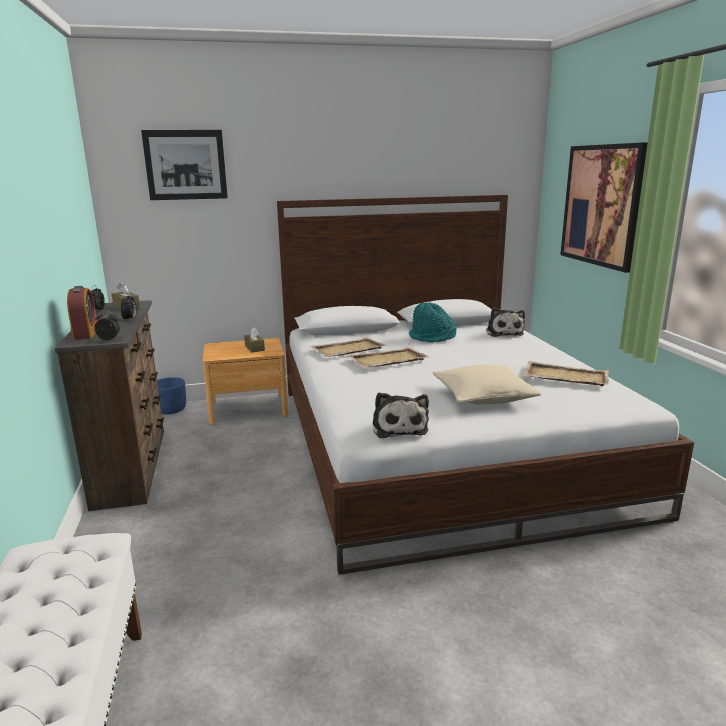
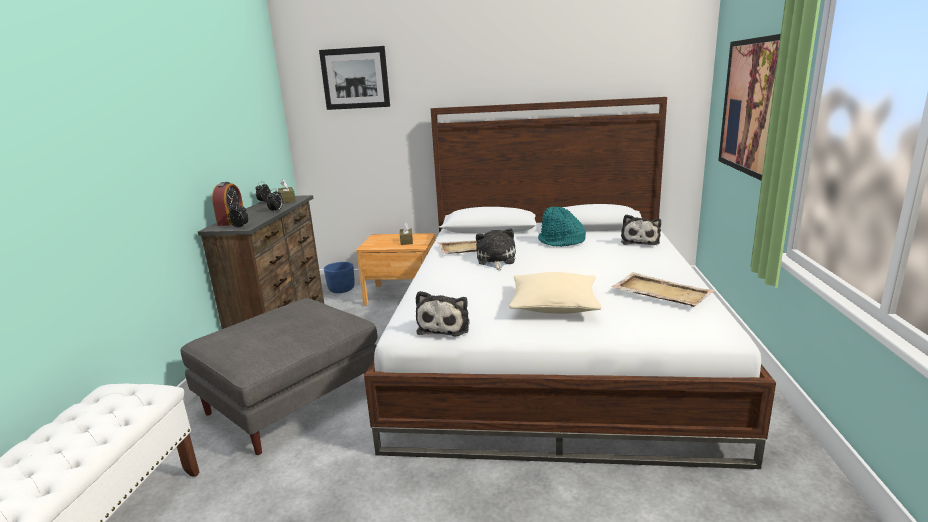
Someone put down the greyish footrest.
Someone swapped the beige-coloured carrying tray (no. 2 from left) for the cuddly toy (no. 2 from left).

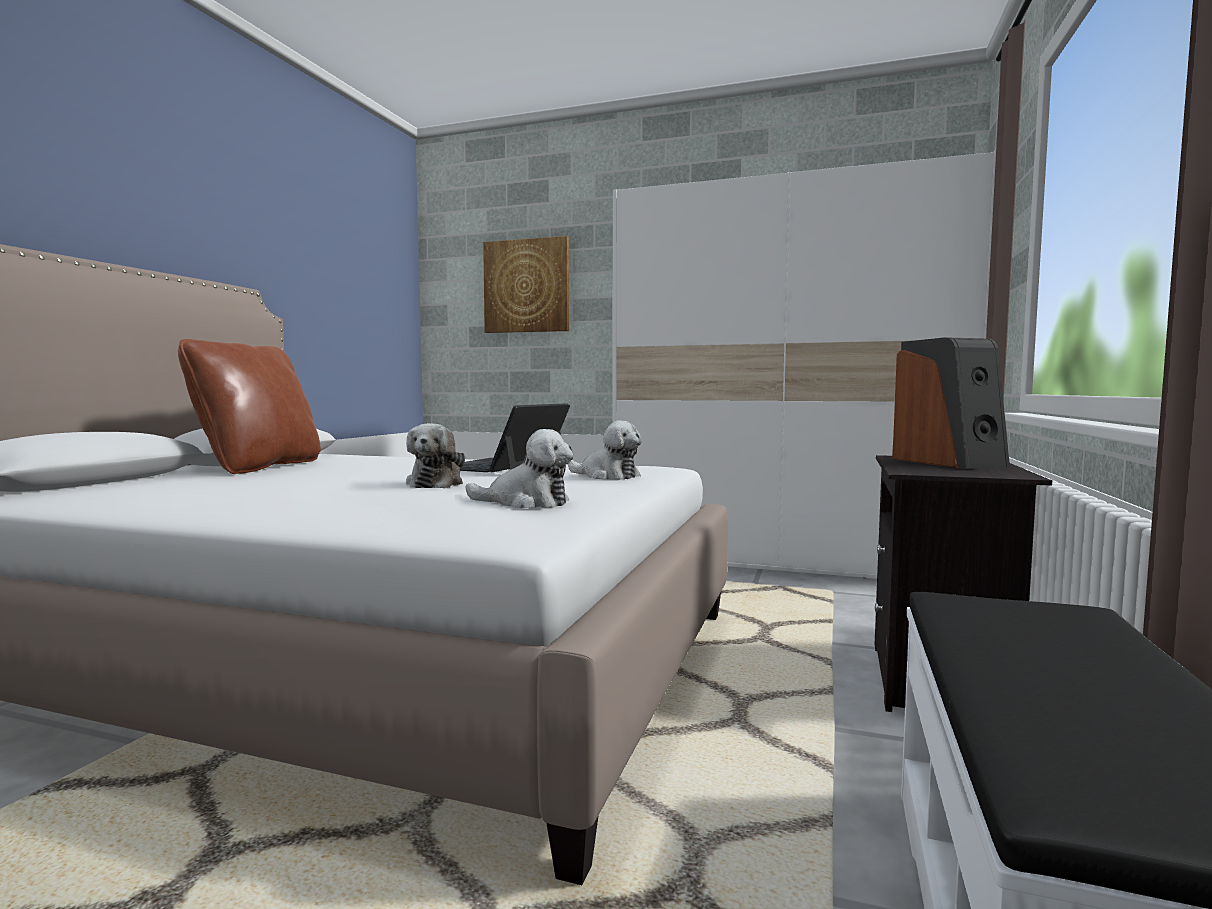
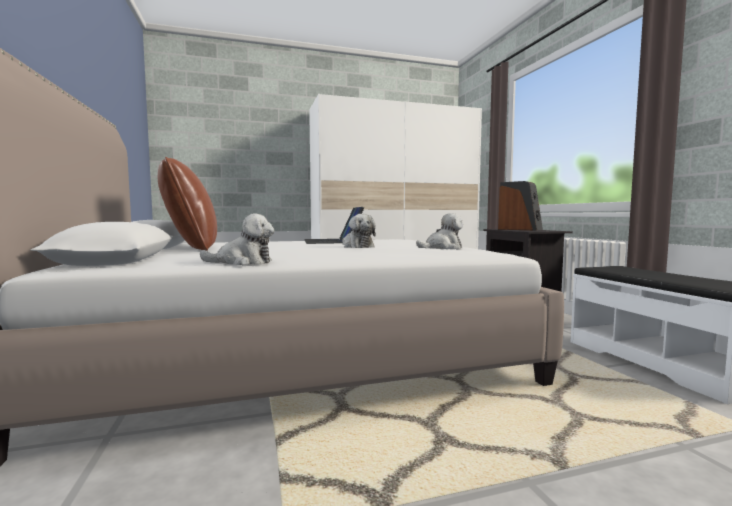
Someone carried the cuddly toy (no. 3 from left in the first image).
Someone took away the picture.

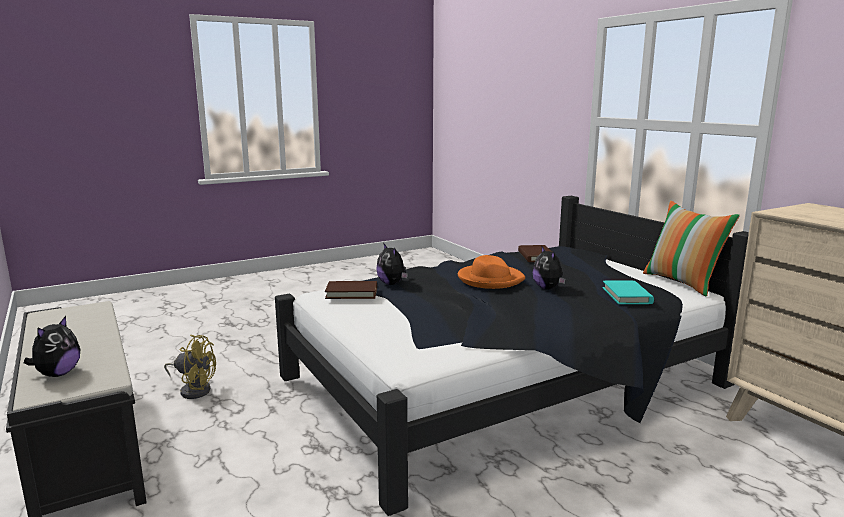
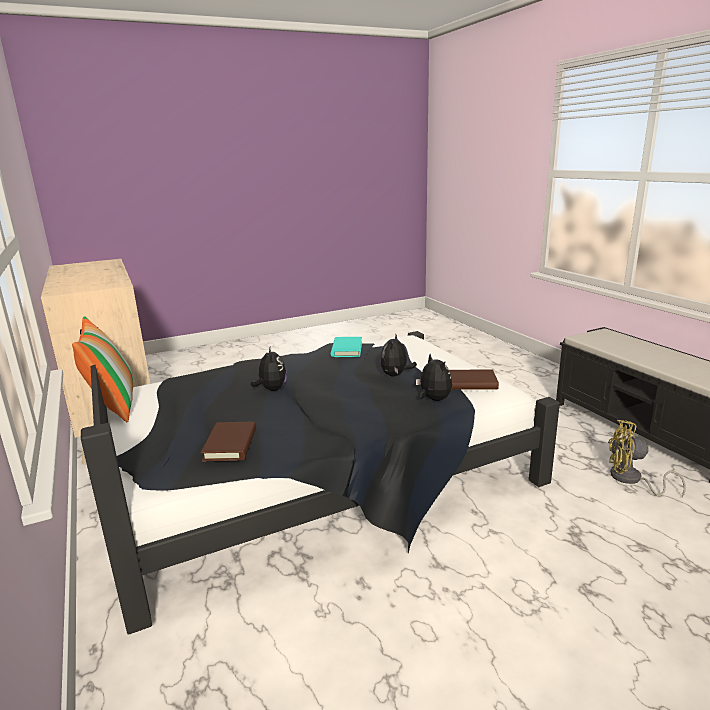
Someone carried the blue-green volume.
Someone carried the cuddly toy (no. 1 from left in the first image).
Someone took away the orange wearable hat.

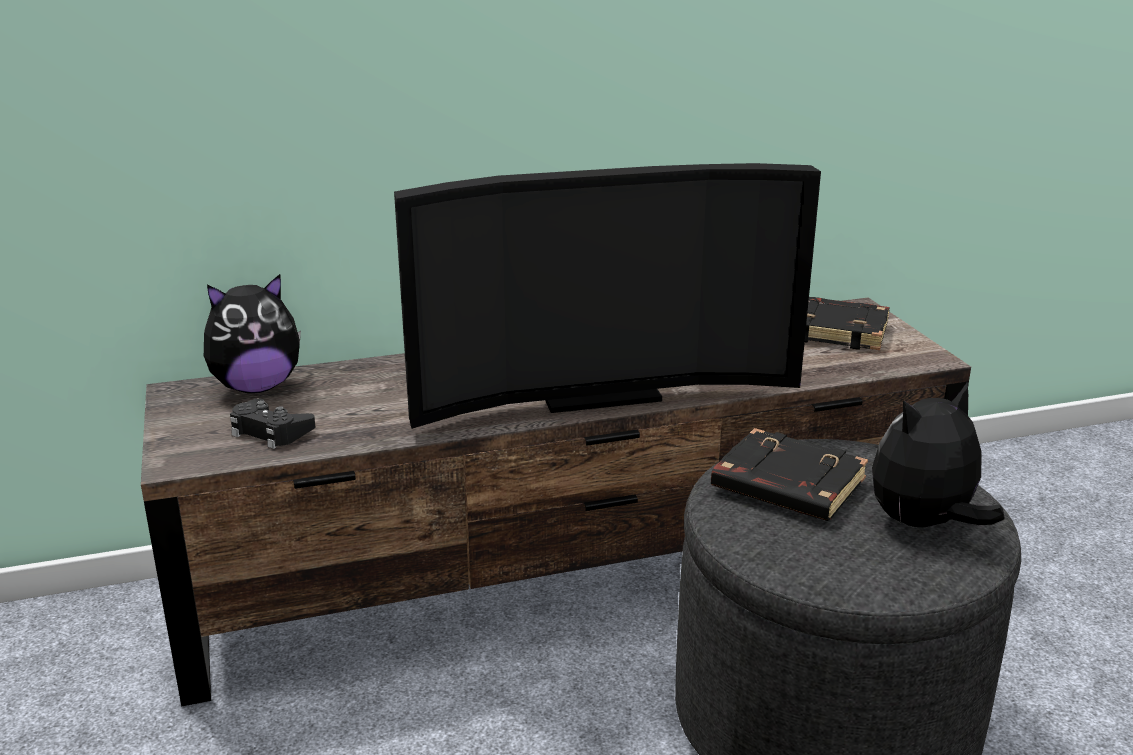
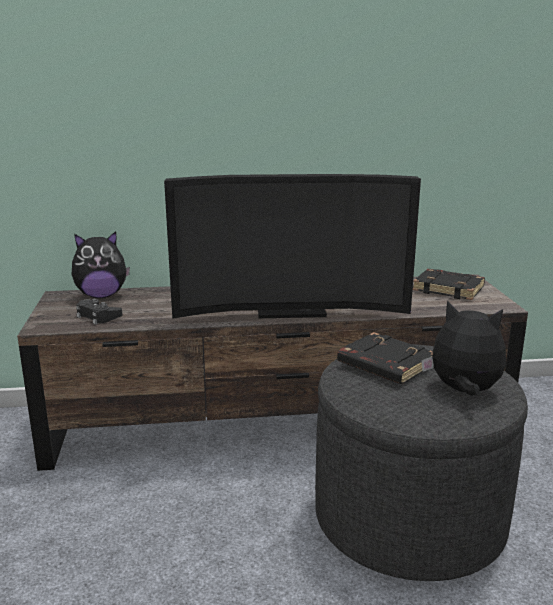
Someone rotated the cuddly toy (no. 2 from left) by 45 degrees clockwise.

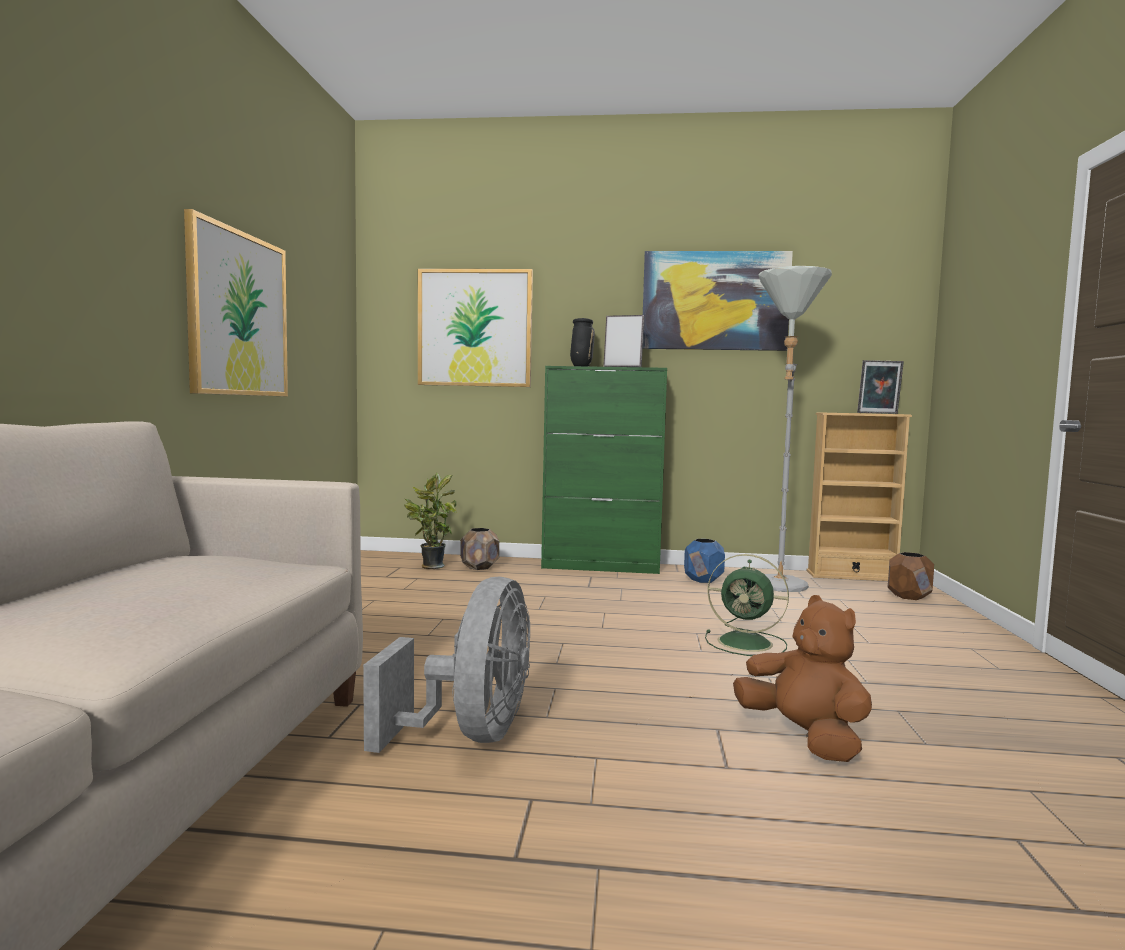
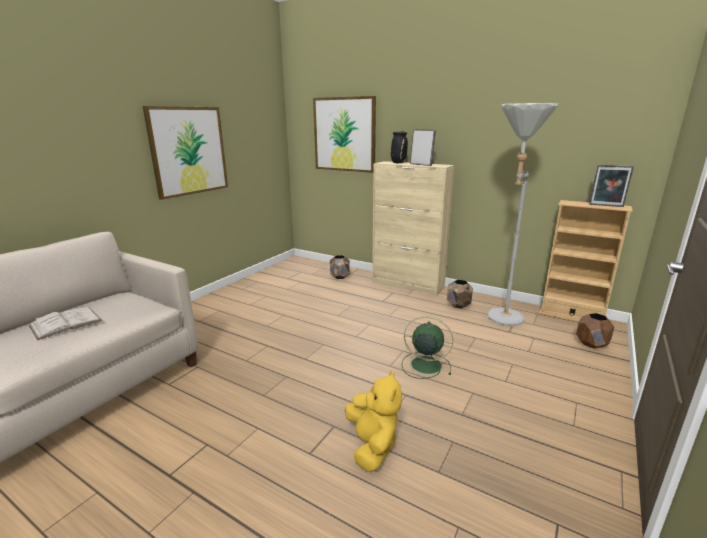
Someone put down the white volume.
Someone repainted the brown cuddly toy, which became the yellow-coloured cuddly toy.
Someone repainted the green-coloured storage cabinet, which became the beige-coloured storage cabinet.
Someone rotated the green-coloured cooling fan by 150 degrees clockwise.
Someone repainted the bluish plant pot, which became the brown plant pot (no. 2 from left).
Someone took away the greyish cooling fan.
Someone took away the potted plant.
Someone took away the picture (no. 3 from left).

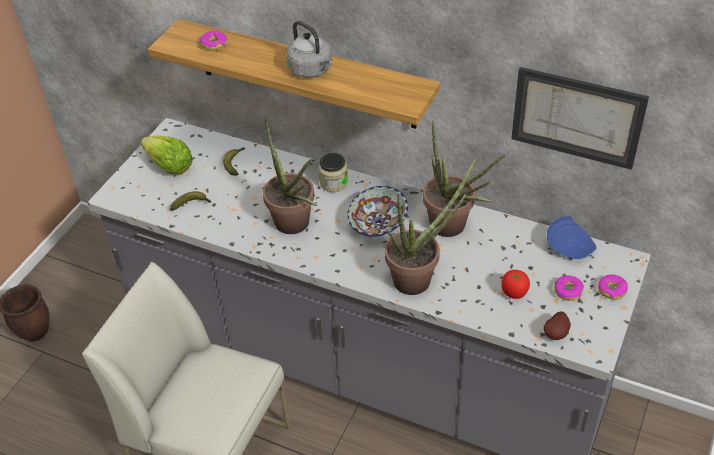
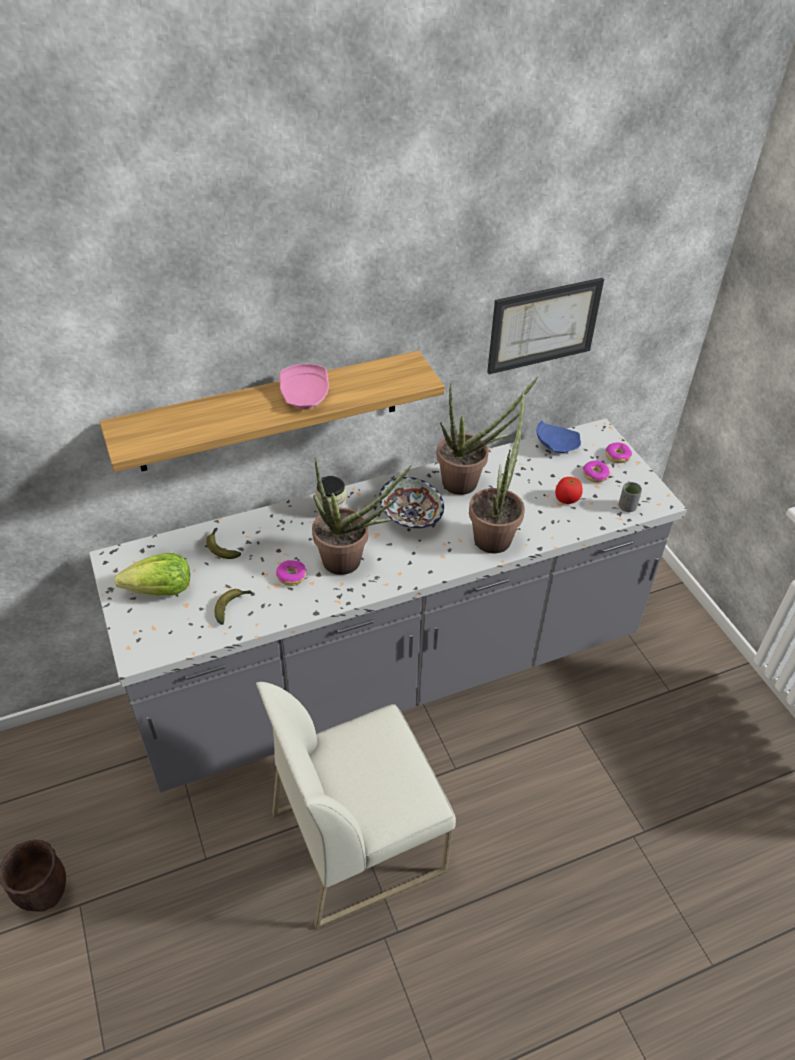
Someone carried the donut (no. 1 from left).
Someone swapped the greyish tea kettle for the pink-coloured dinner plate.
Someone swapped the spud for the greyish small cup.

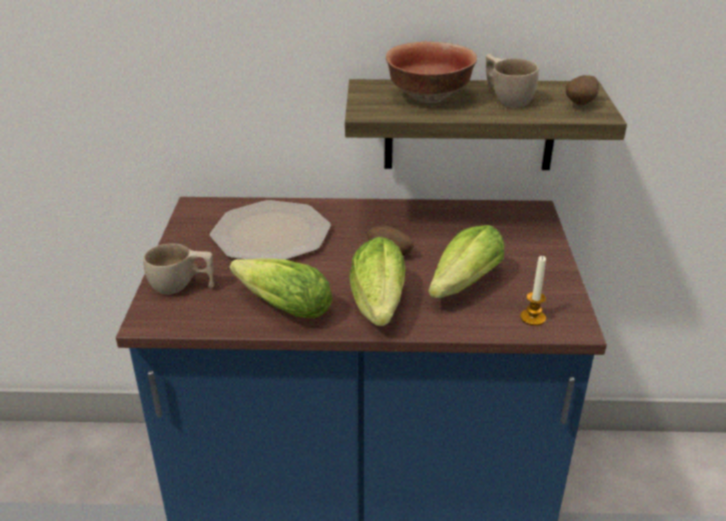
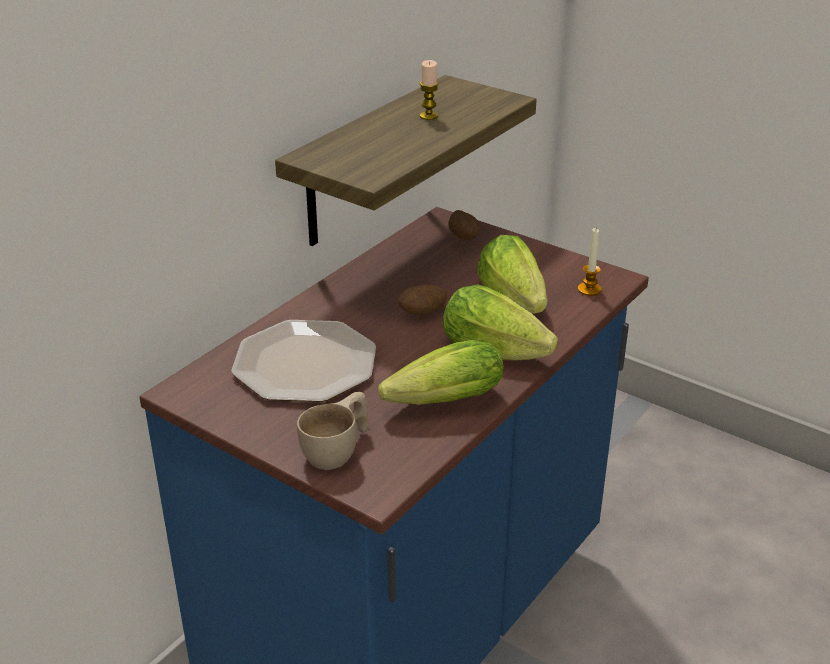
Someone swapped the beige-coloured small cup (no. 2 from left) for the candle (no. 1 from left).
Someone carried the spud (no. 2 from left).
Someone took away the deep dish.

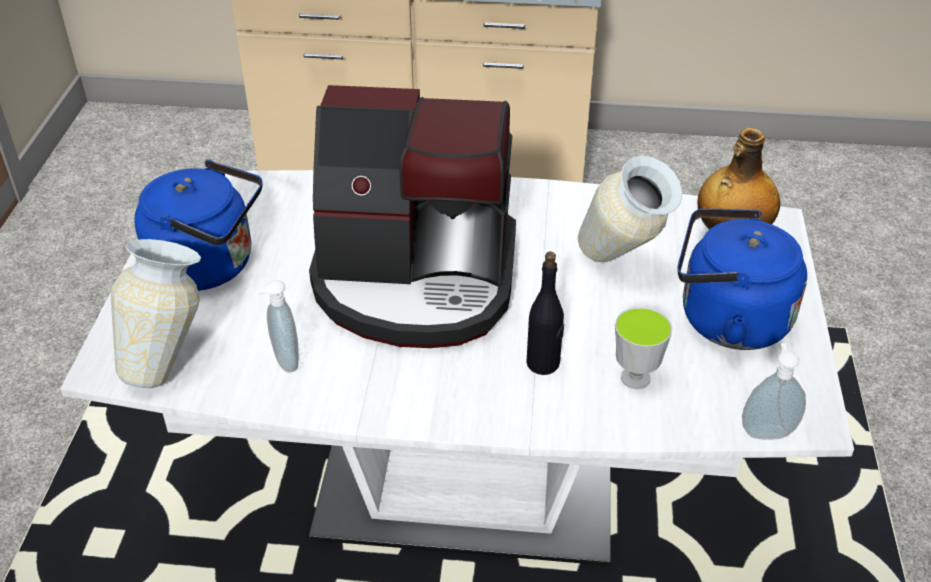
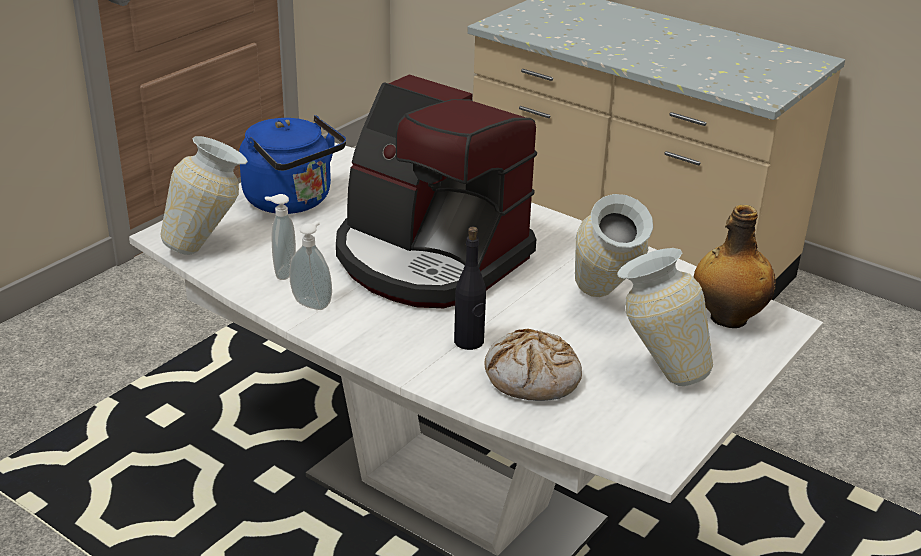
Someone carried the soap bottle (no. 2 from left).
Someone swapped the small cup for the bread.
Someone swapped the bluish tea kettle (no. 2 from left) for the decorative vase (no. 3 from left).

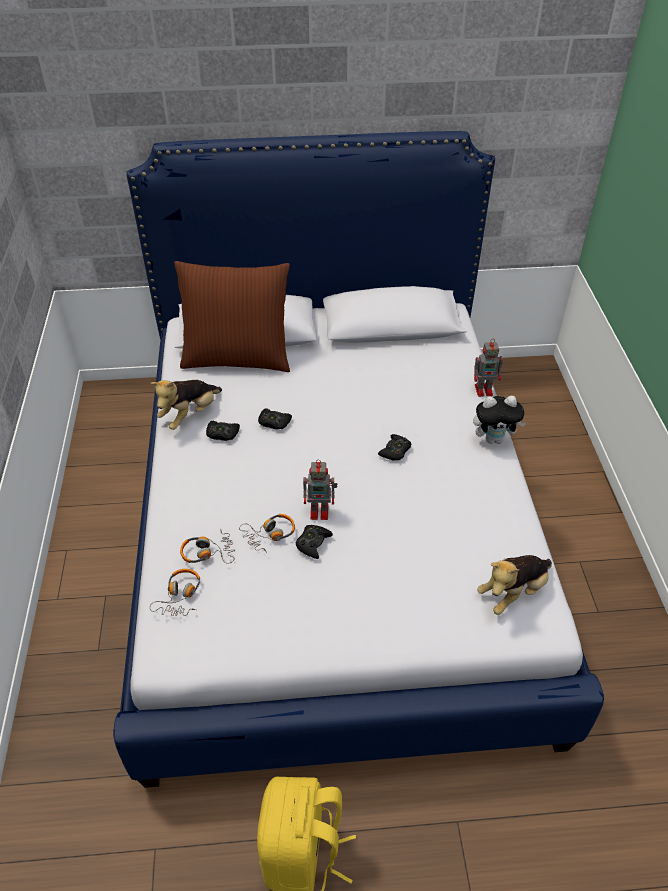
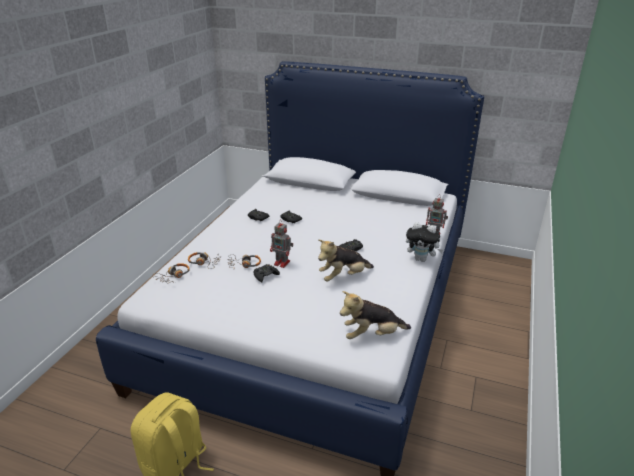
Someone carried the cuddly toy (no. 1 from left).
Someone took away the brown pillow.

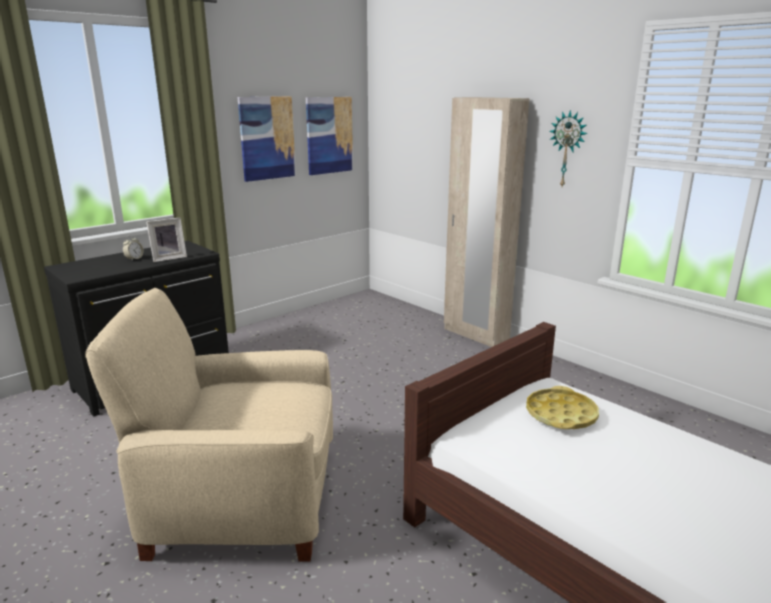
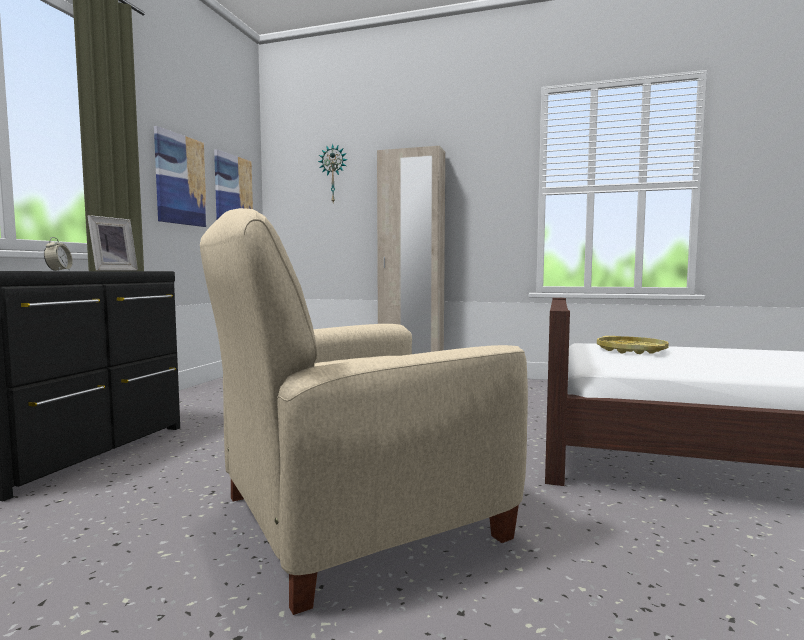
Someone carried the clock on the wall.

